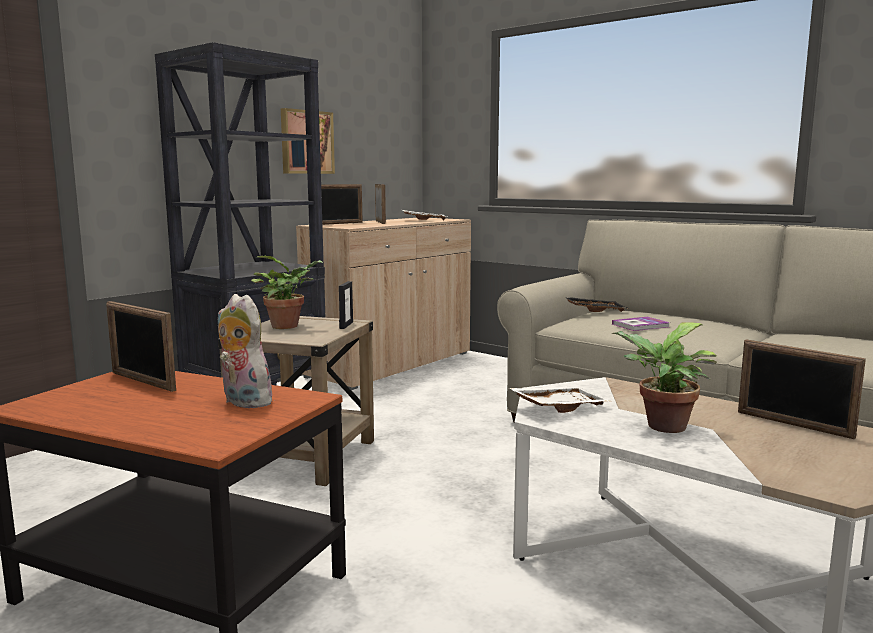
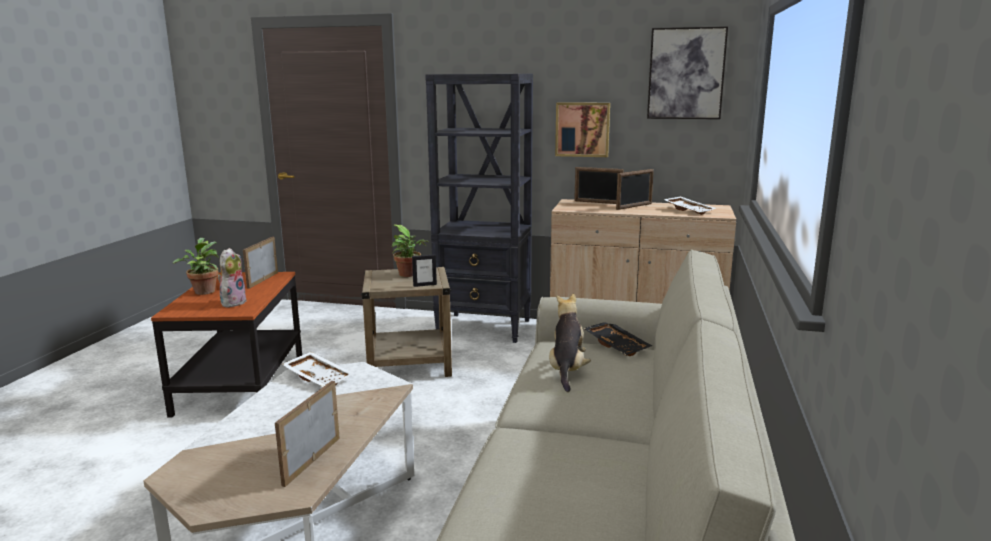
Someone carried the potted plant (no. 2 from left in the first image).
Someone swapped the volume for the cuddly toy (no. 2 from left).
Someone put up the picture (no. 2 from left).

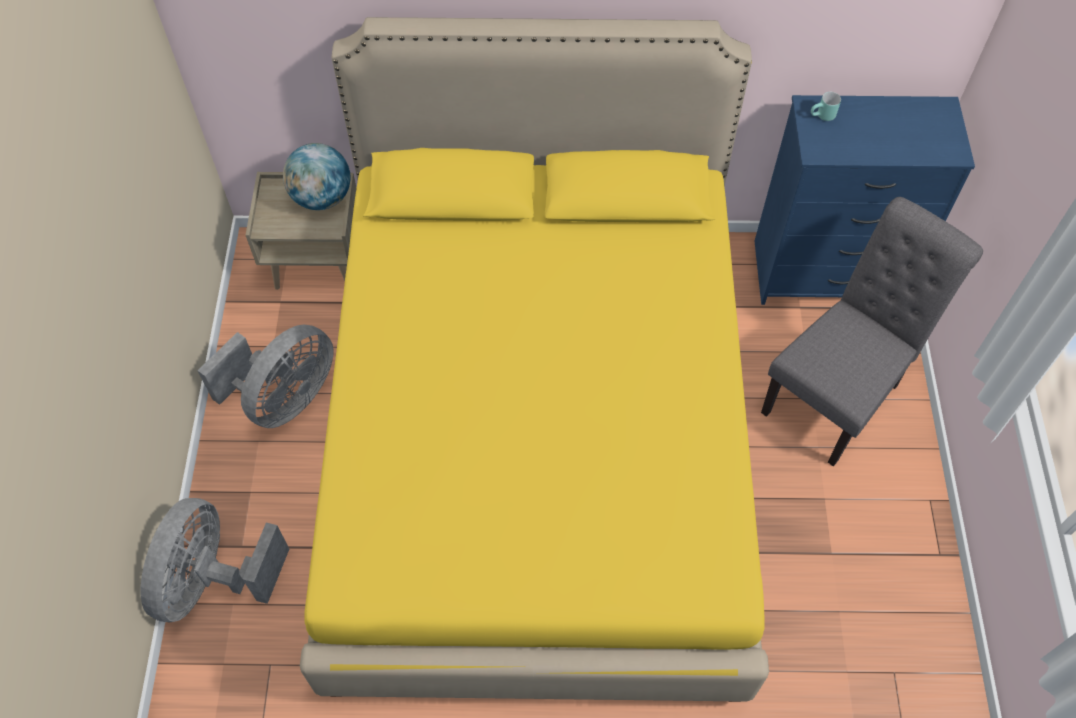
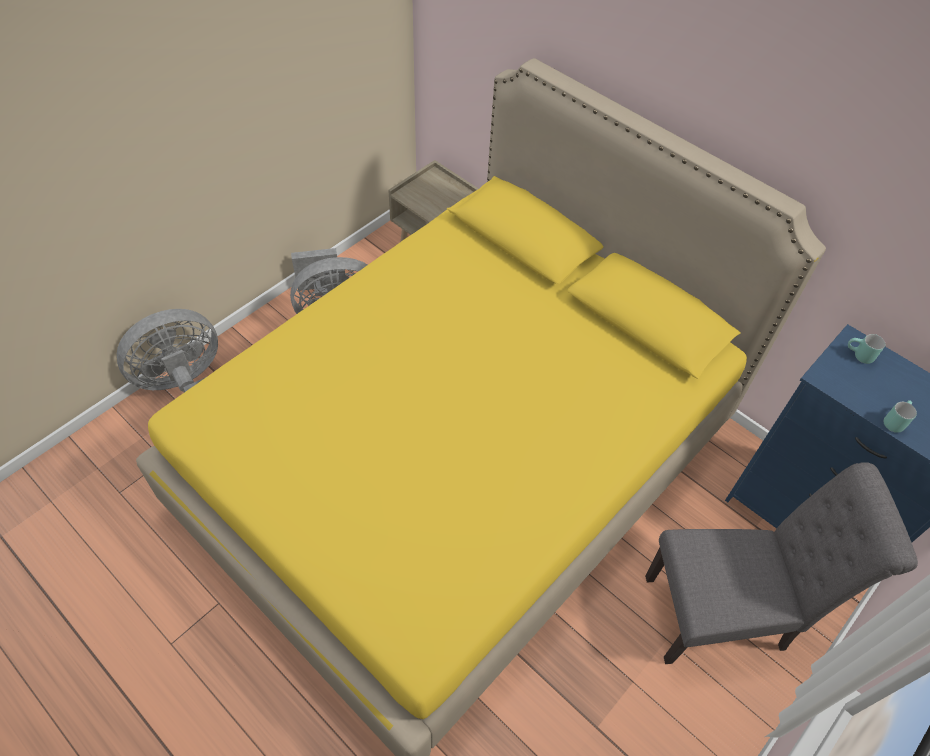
Someone put down the blue-green mug (no. 2 from left).
Someone took away the desk globe.

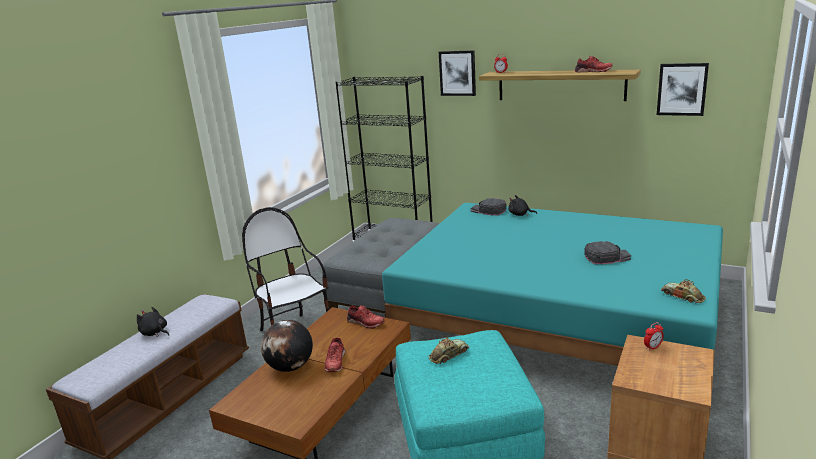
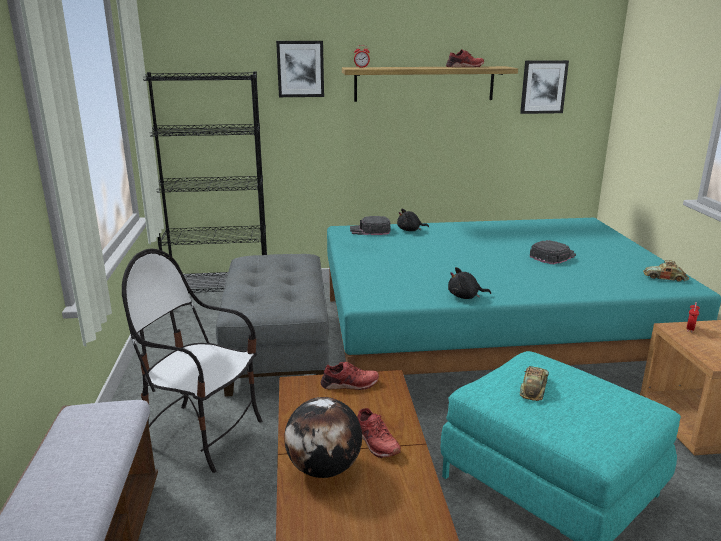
Someone carried the black cuddly toy (no. 1 from left in the first image).

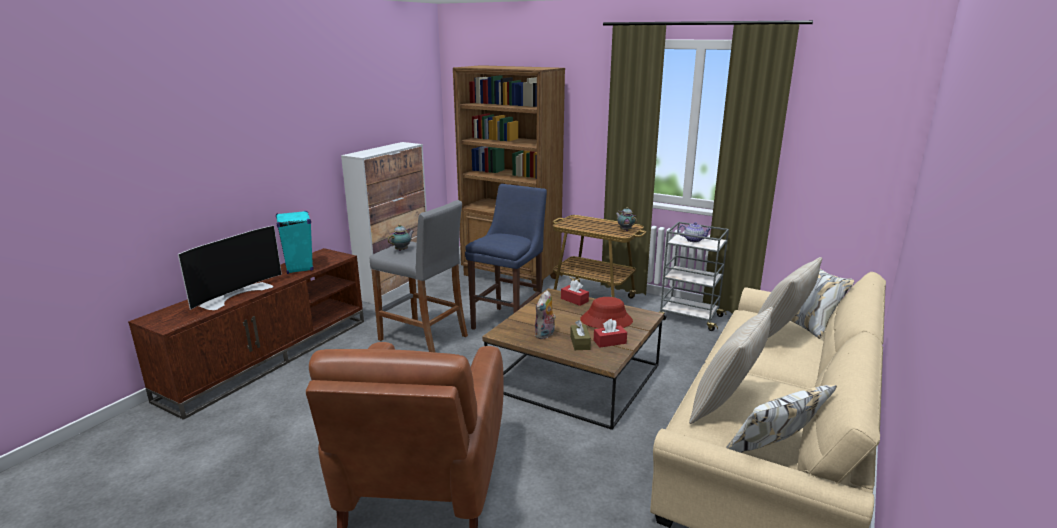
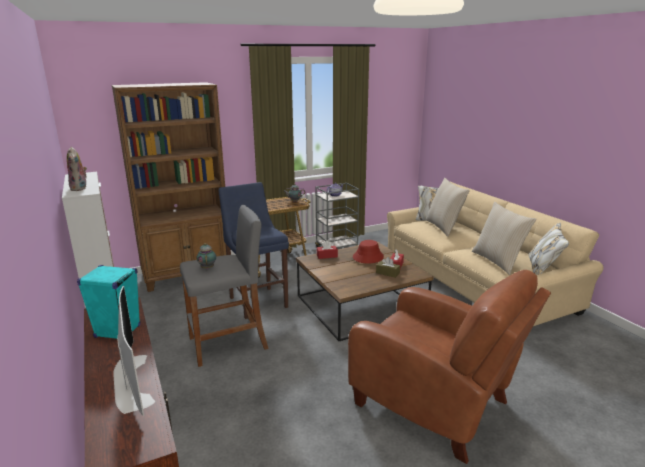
Someone carried the cuddly toy.

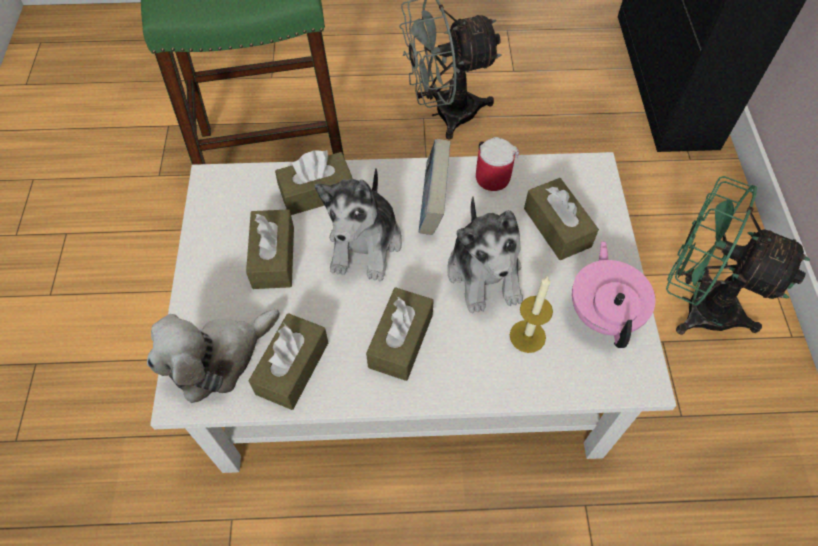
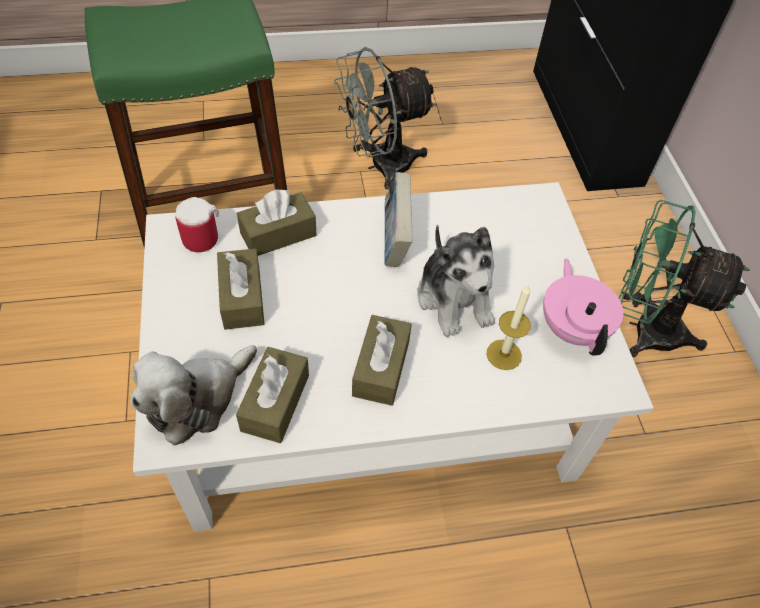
Someone carried the mug.
Someone took away the cuddly toy (no. 2 from left).
Someone took away the brown tissue holder (no. 5 from left).

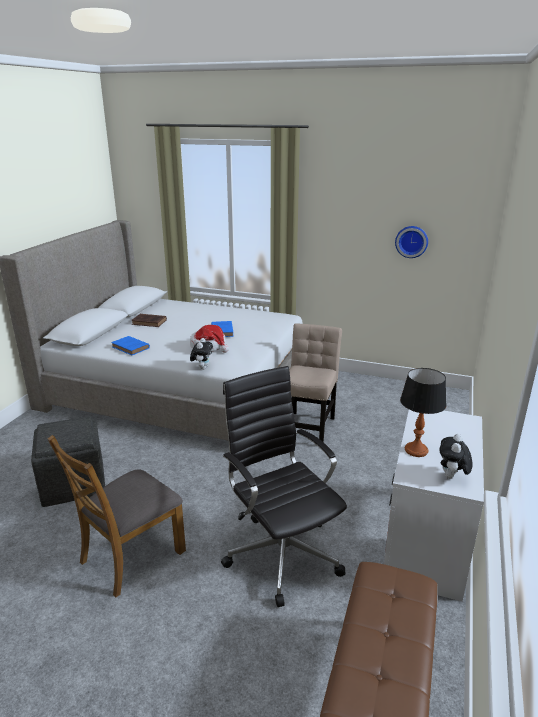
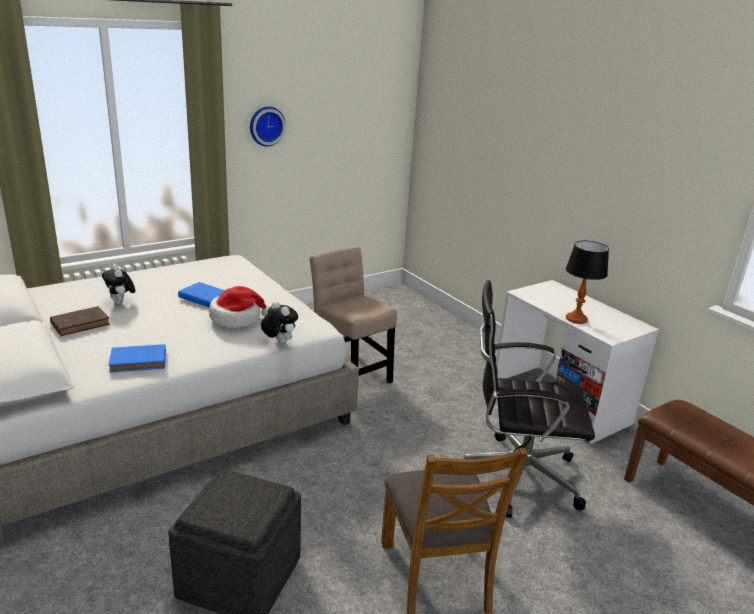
Someone carried the cuddly toy (no. 2 from left in the first image).
Someone carried the clock on the wall.

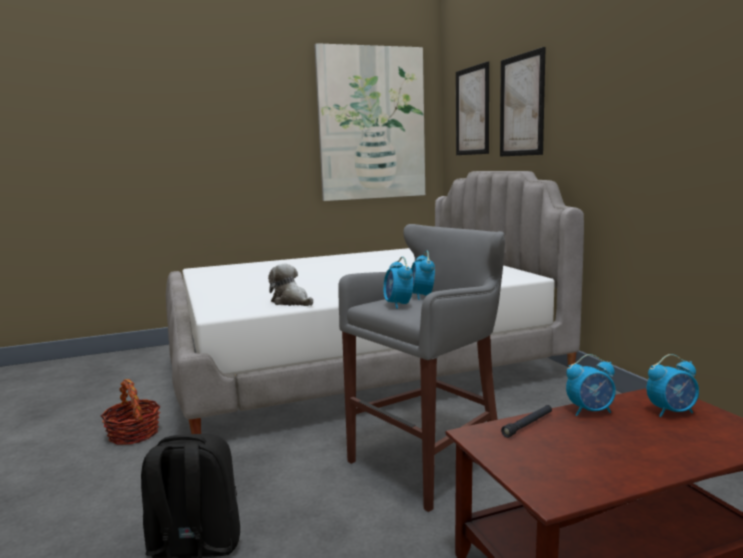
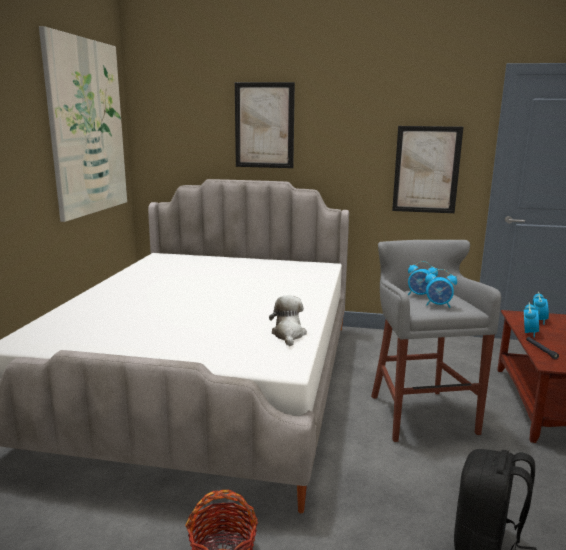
Someone rotated the cuddly toy by 105 degrees clockwise.
Someone carried the picture (no. 2 from left in the first image).

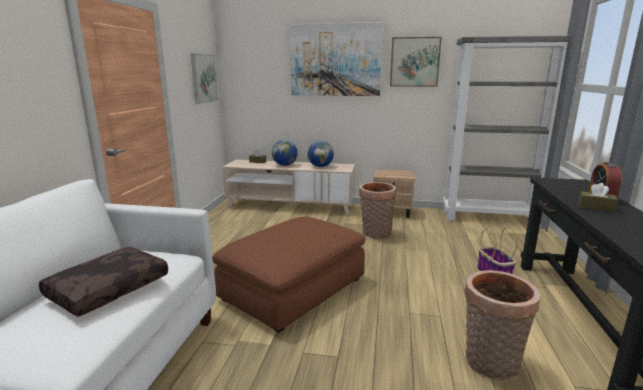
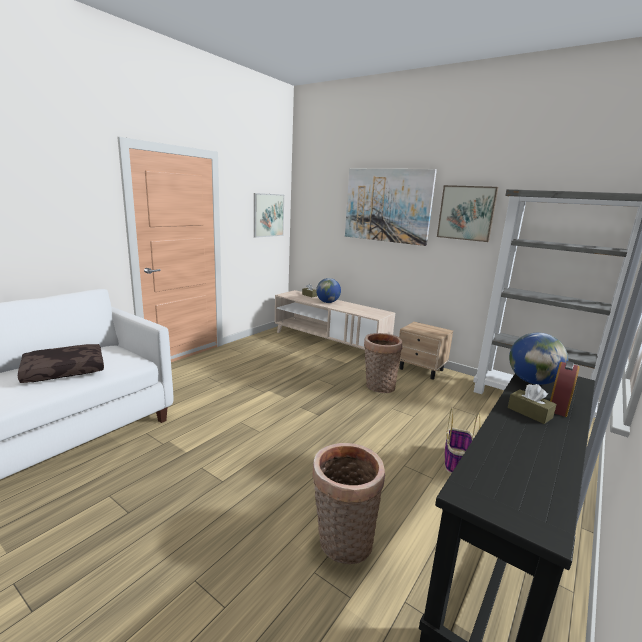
Someone carried the desk globe (no. 2 from left).
Someone took away the brown footrest.

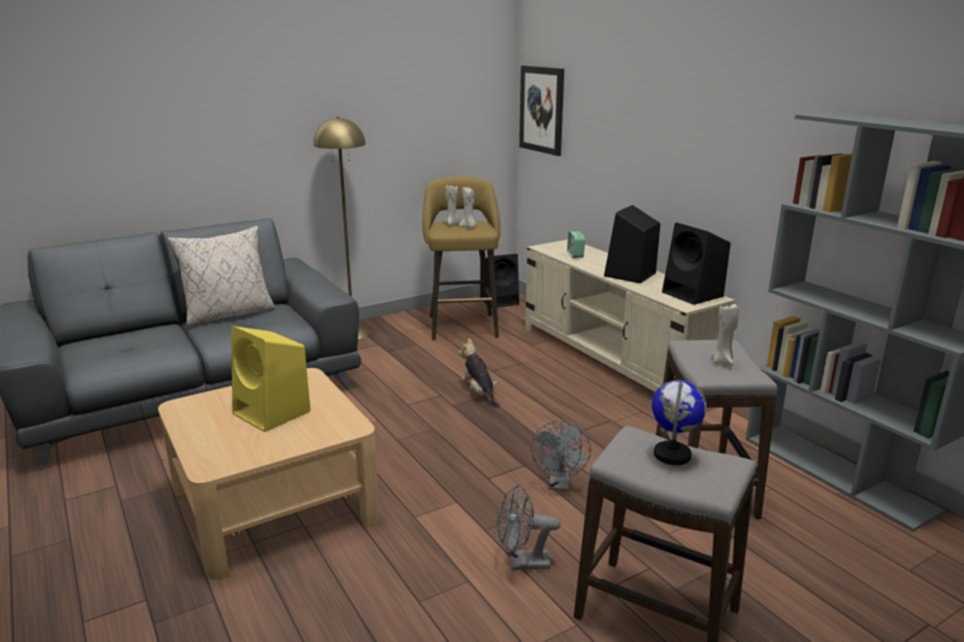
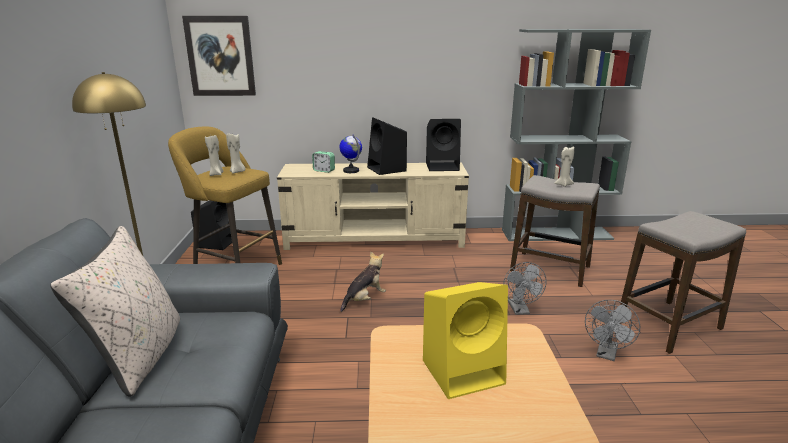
Someone carried the desk globe.
Someone rotated the cuddly toy by 135 degrees clockwise.
Someone rotated the greyish cooling fan (no. 2 from left in the first image) by 45 degrees clockwise.

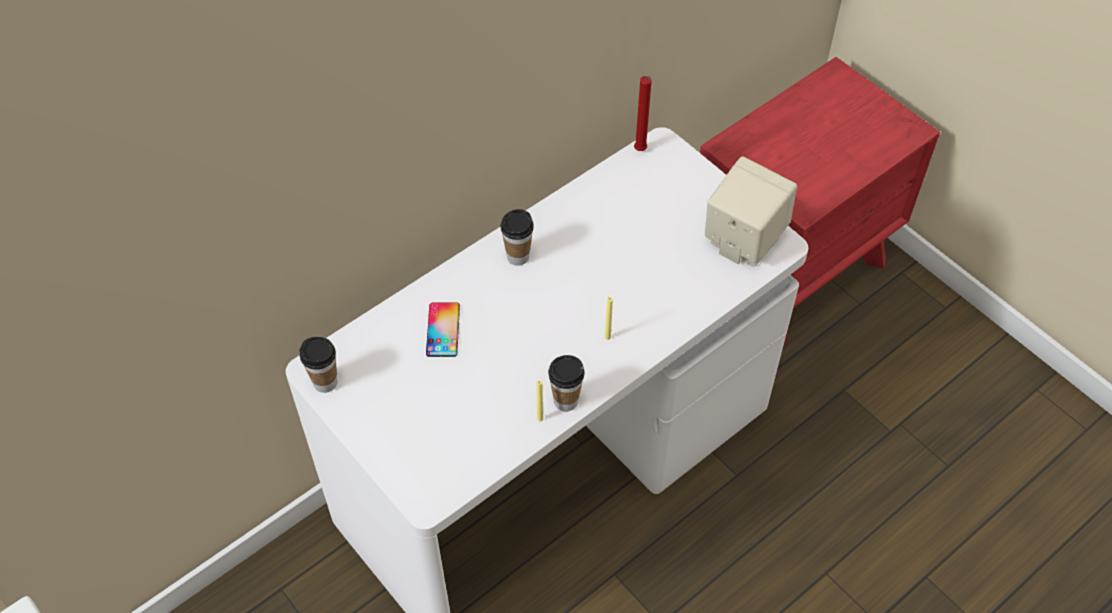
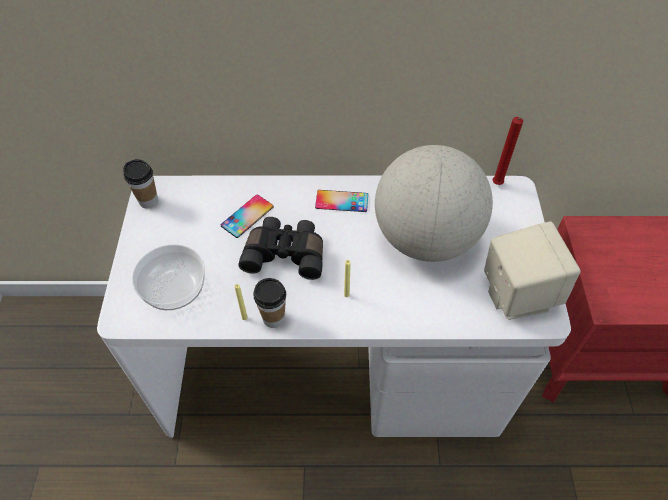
Someone put down the deep dish.
Someone put down the black binoculars.
Someone swapped the small cup (no. 2 from left) for the telephone (no. 2 from left).
Someone put down the desk globe.

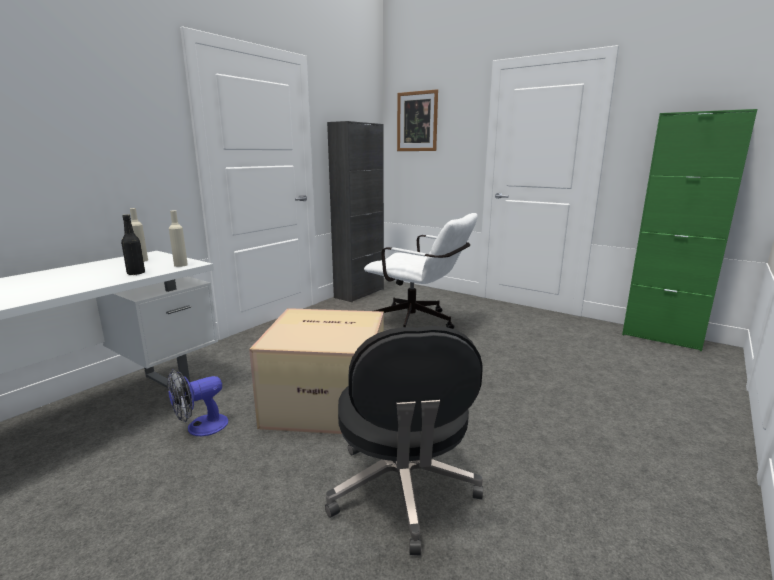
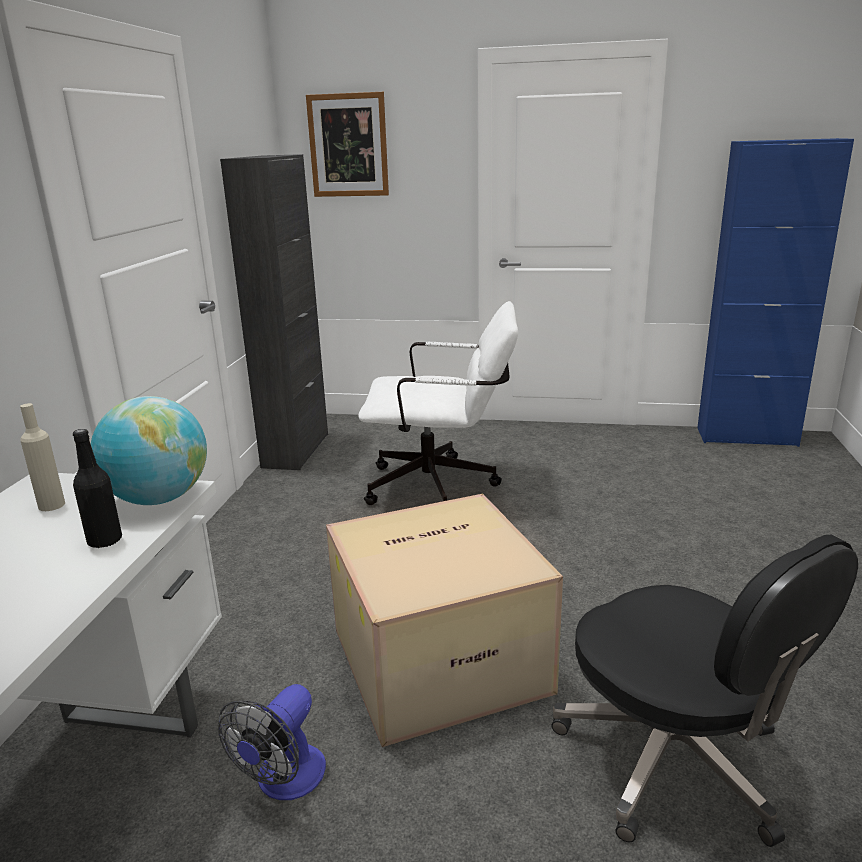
Someone swapped the beige-coloured bottle (no. 2 from left) for the desk globe.
Someone repainted the green-coloured storage cabinet, which became the bluish storage cabinet.

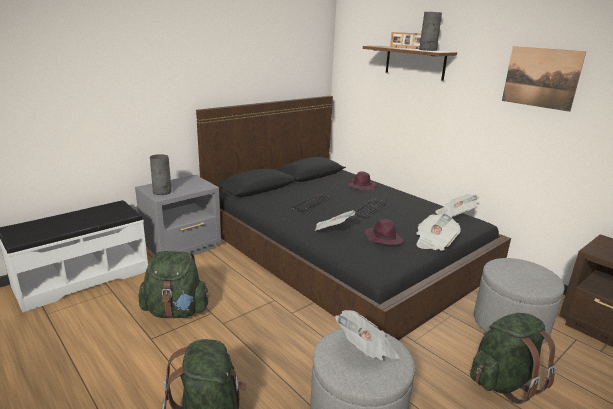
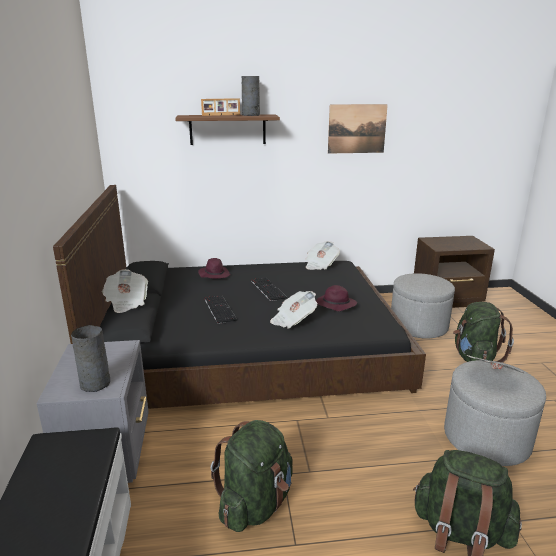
Someone carried the daily paper (no. 3 from left in the first image).

